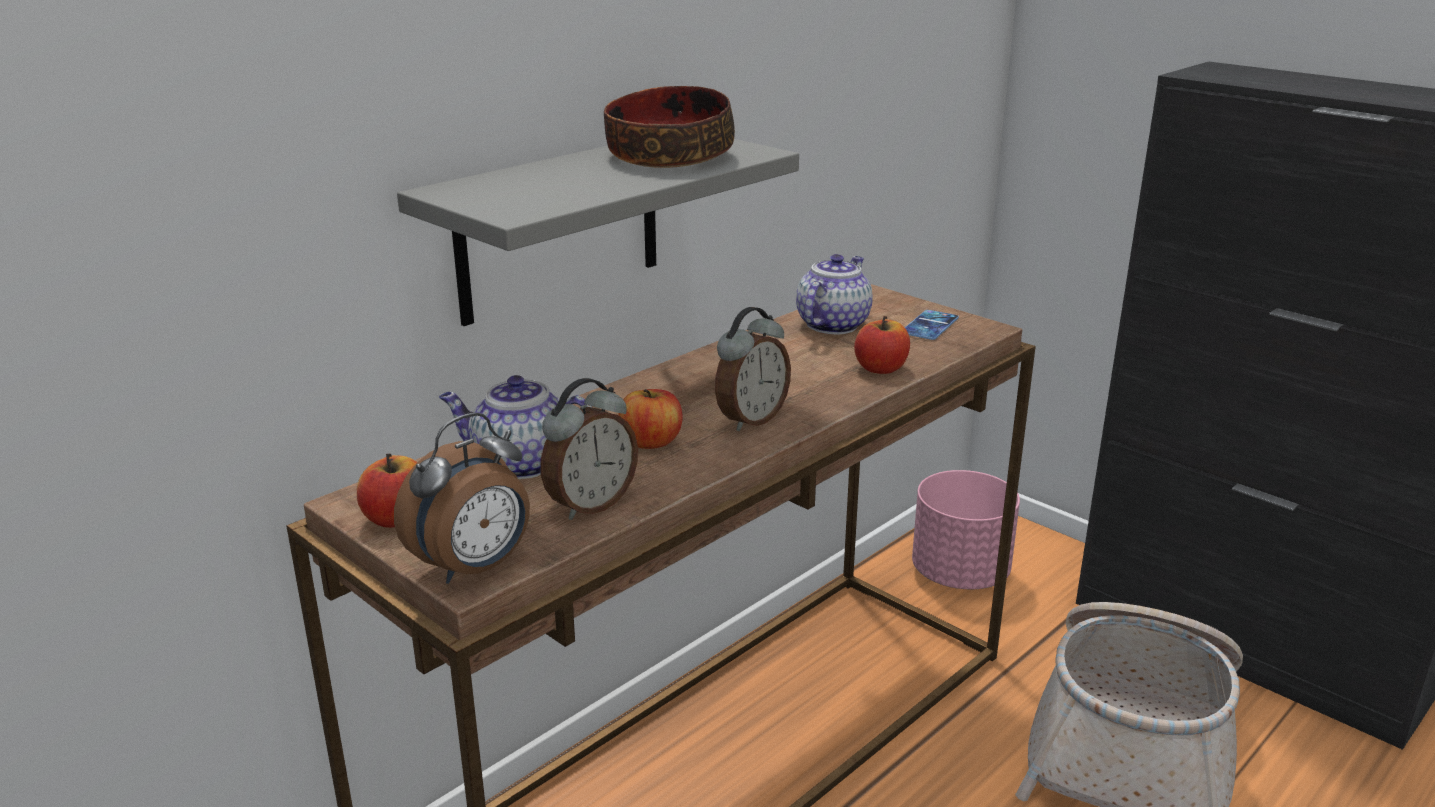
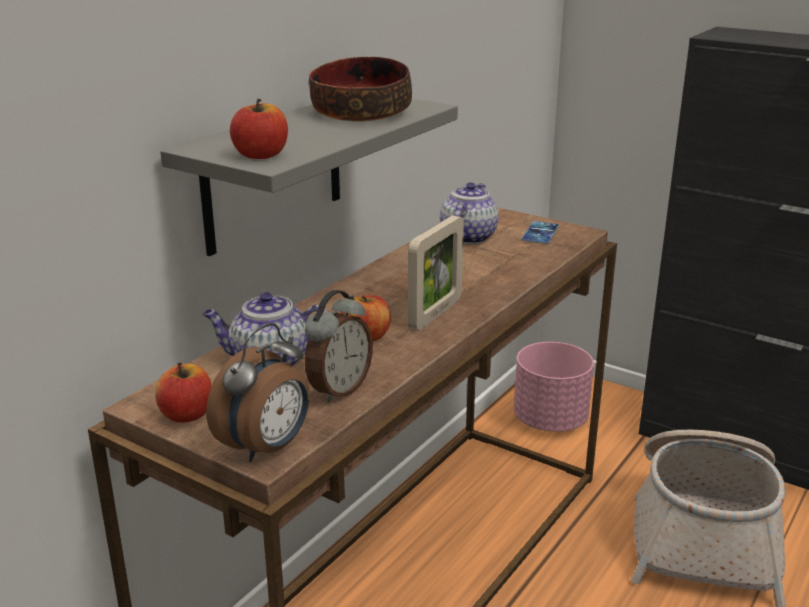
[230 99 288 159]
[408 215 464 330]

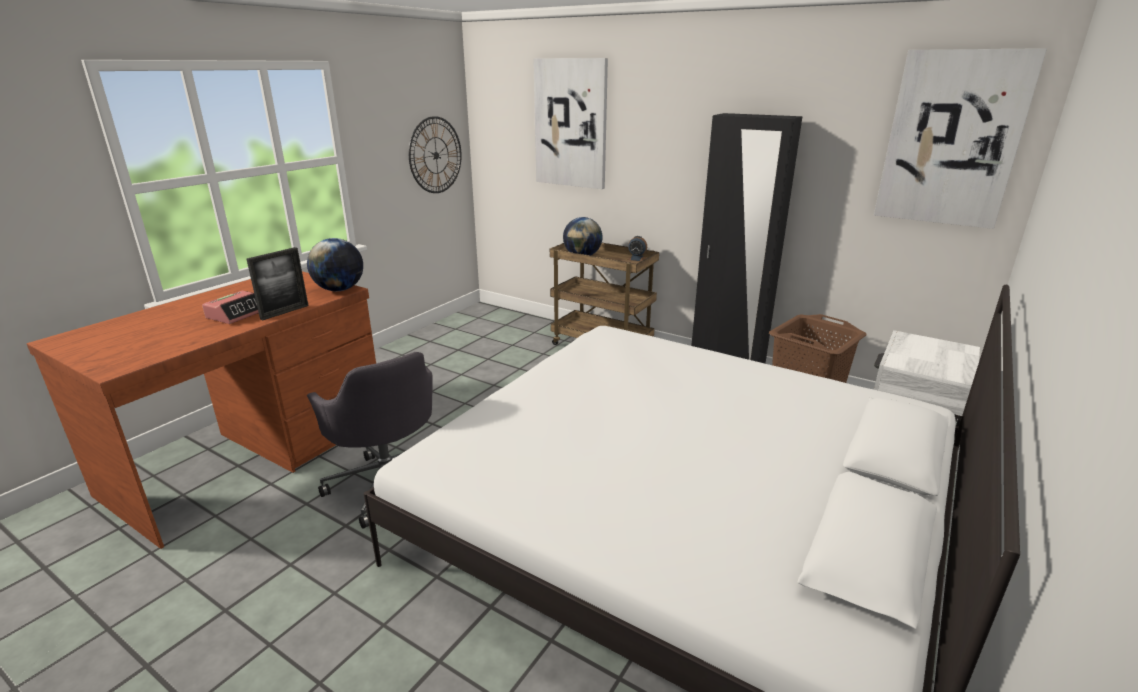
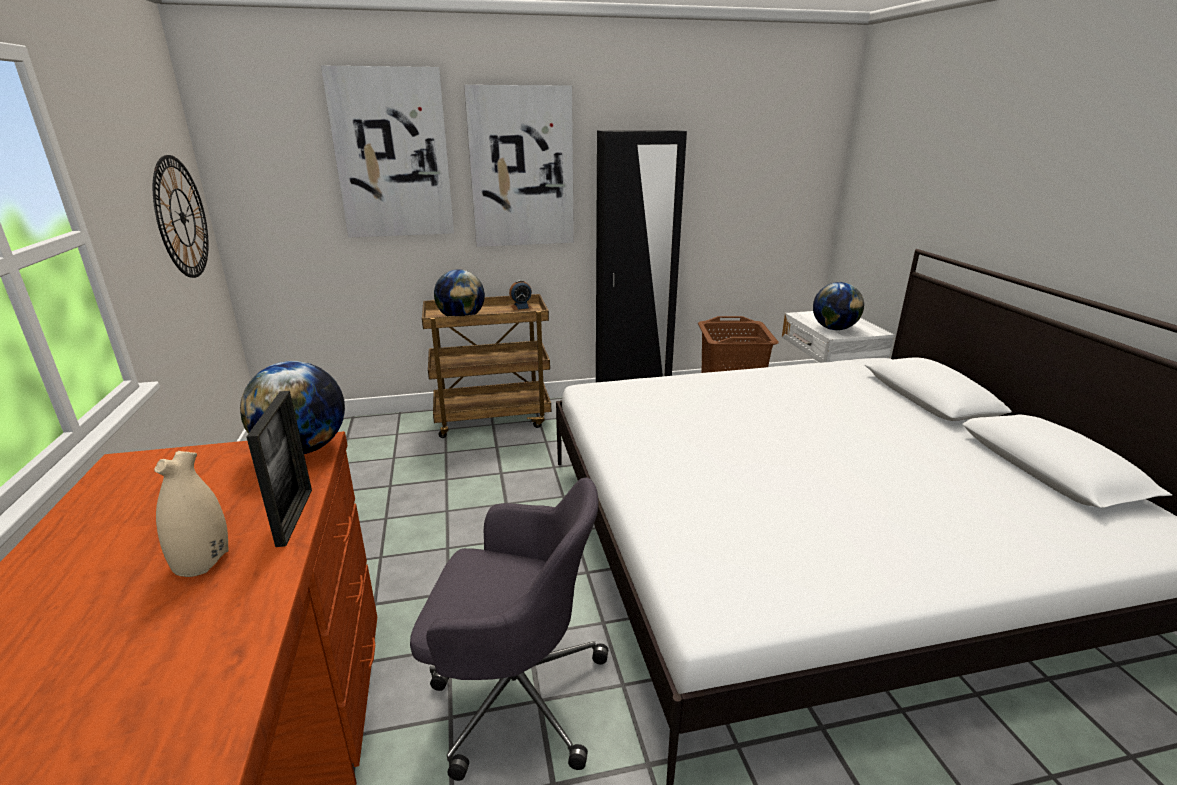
[813 282 864 330]
[464 85 574 247]
[154 451 228 577]

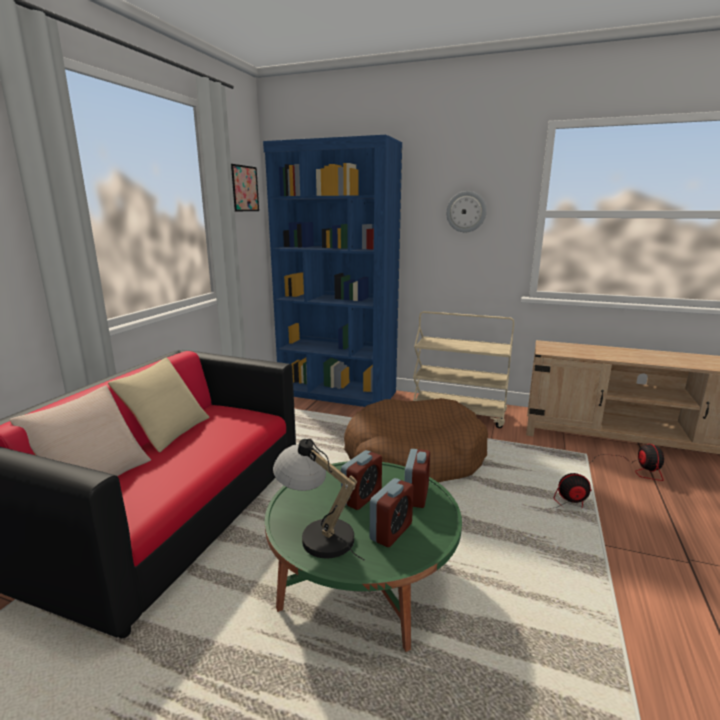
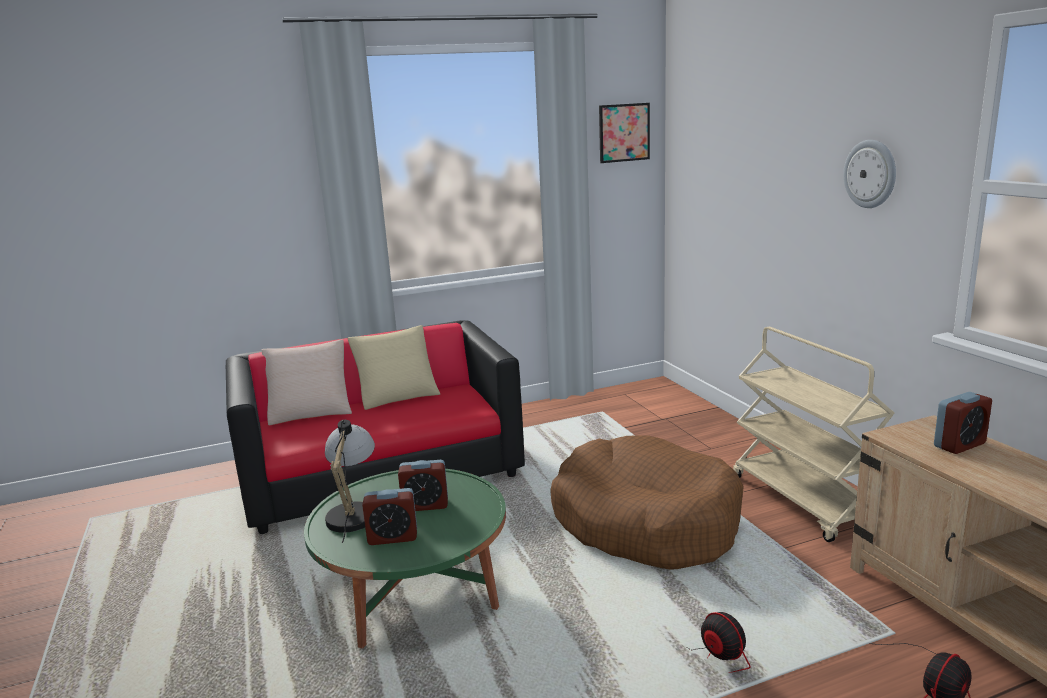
[263 135 402 407] (first image)
[934 392 992 454]

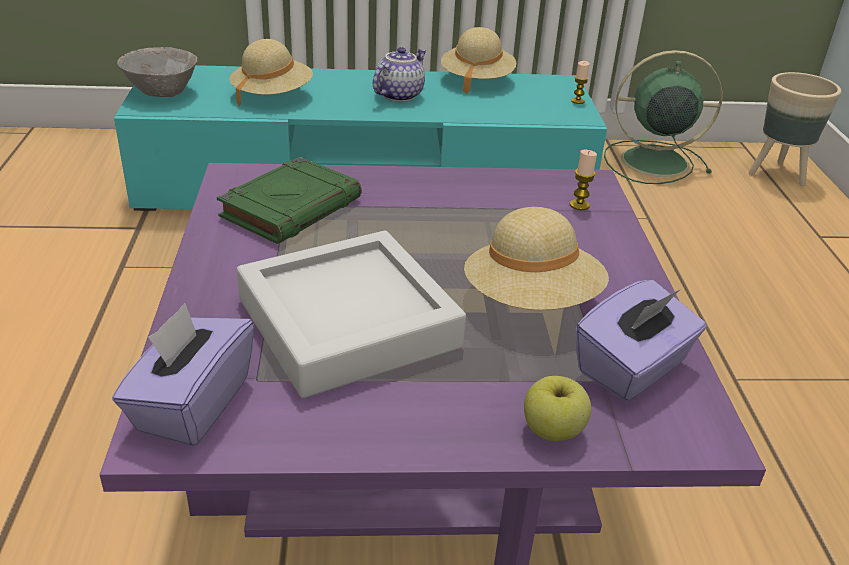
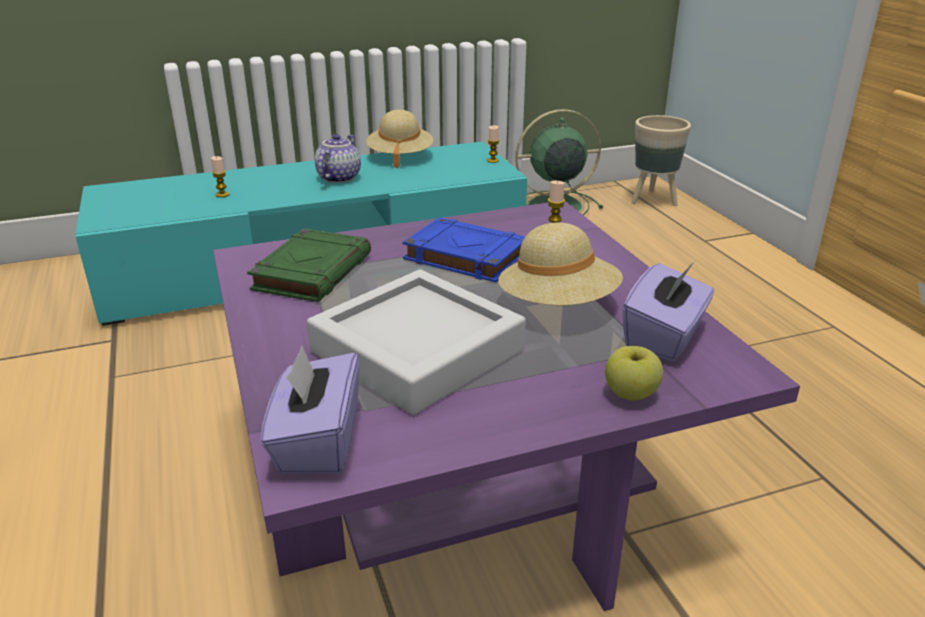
[117 47 197 97] (first image)
[402 217 526 283]
[211 156 229 197]

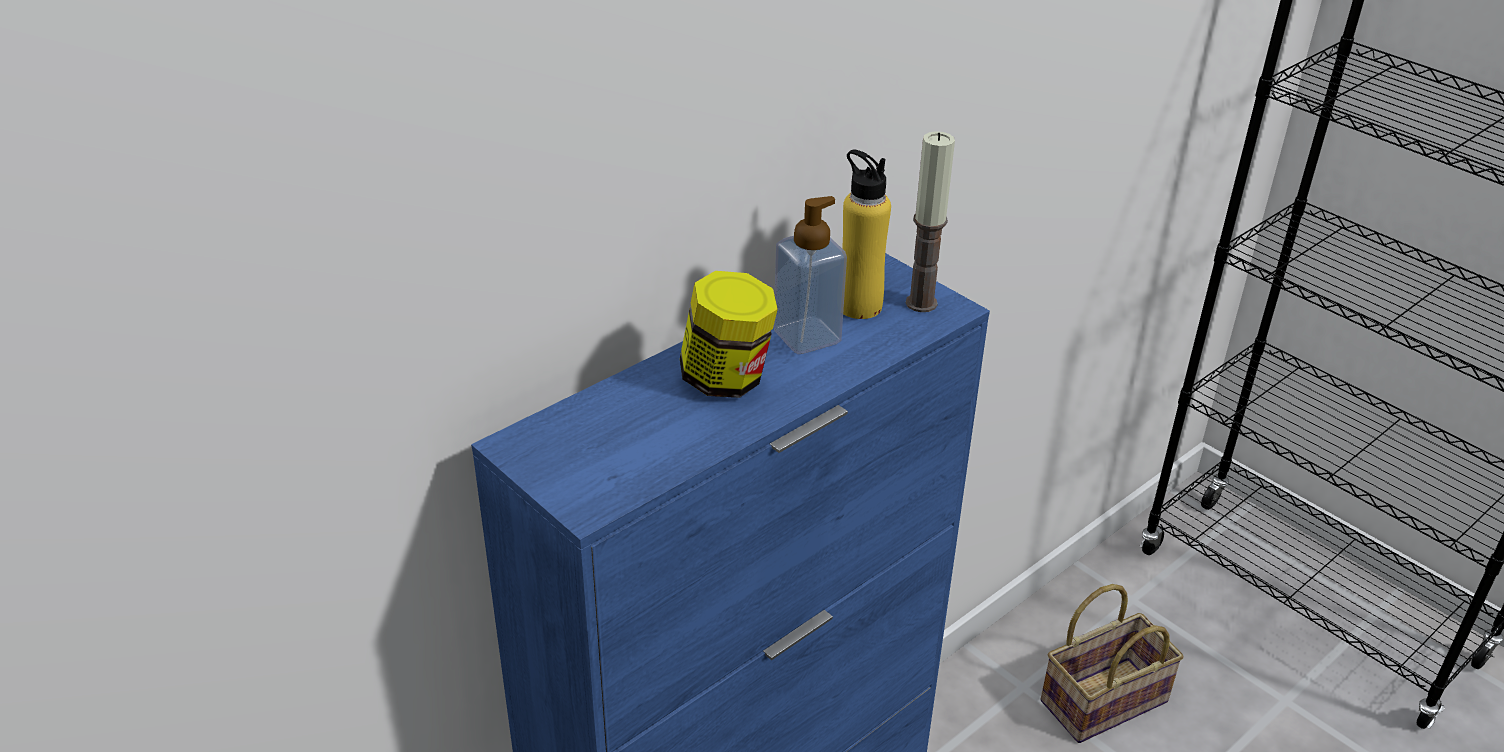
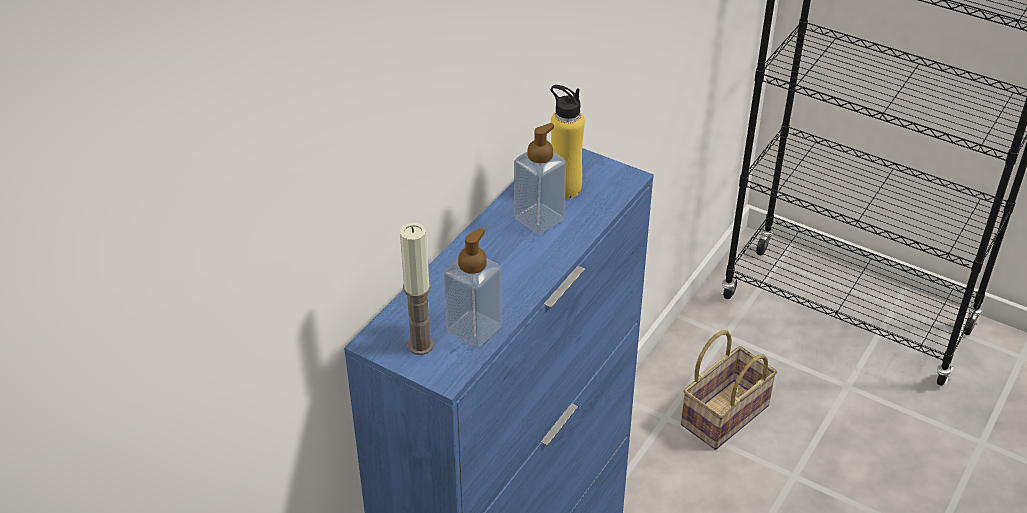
[680 271 778 398] (first image)
[444 228 502 347]
[400 223 434 355]

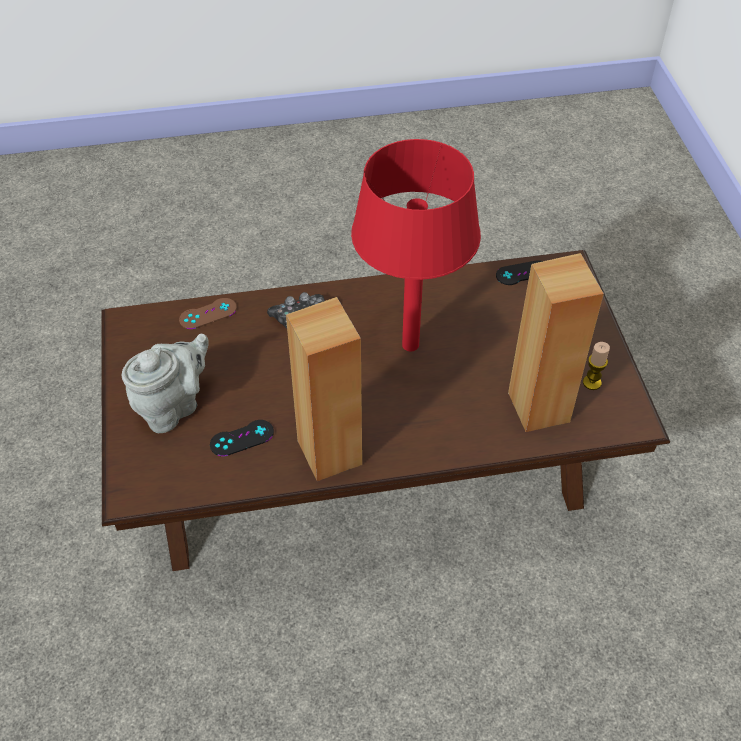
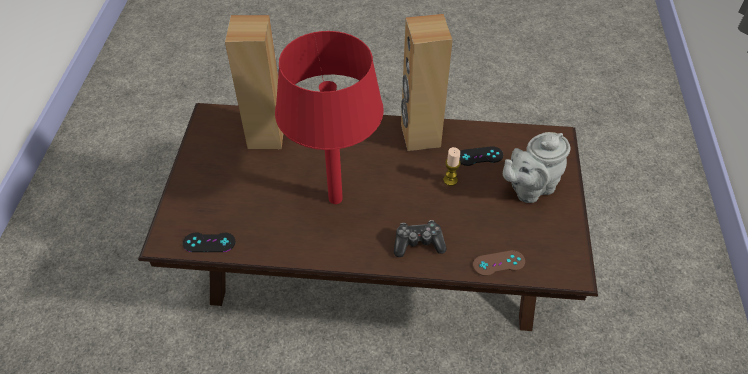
[443 147 460 186]

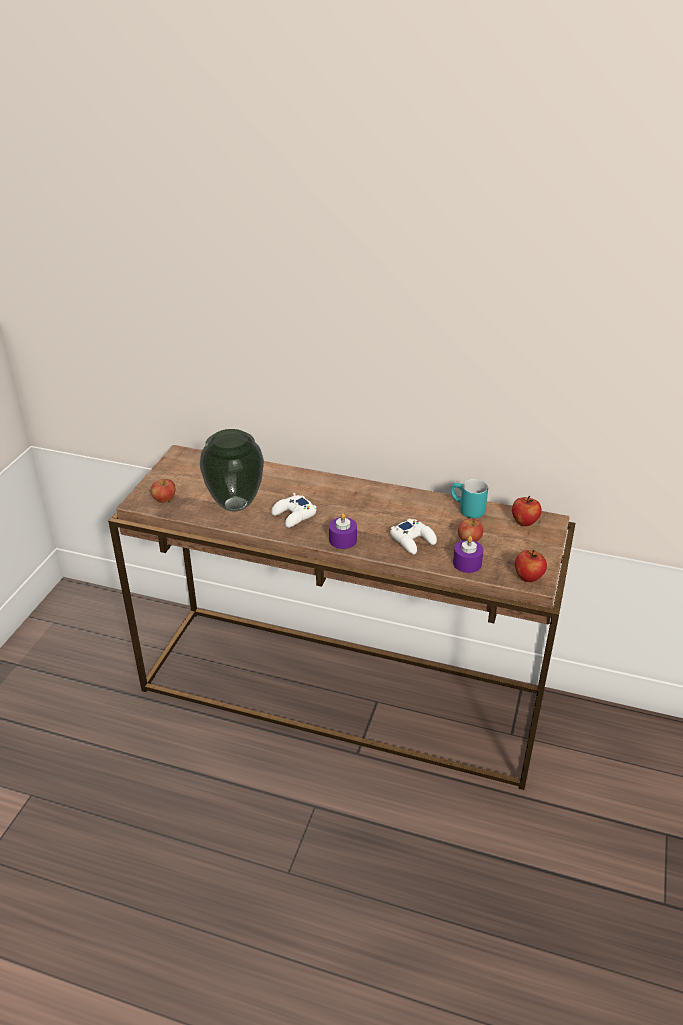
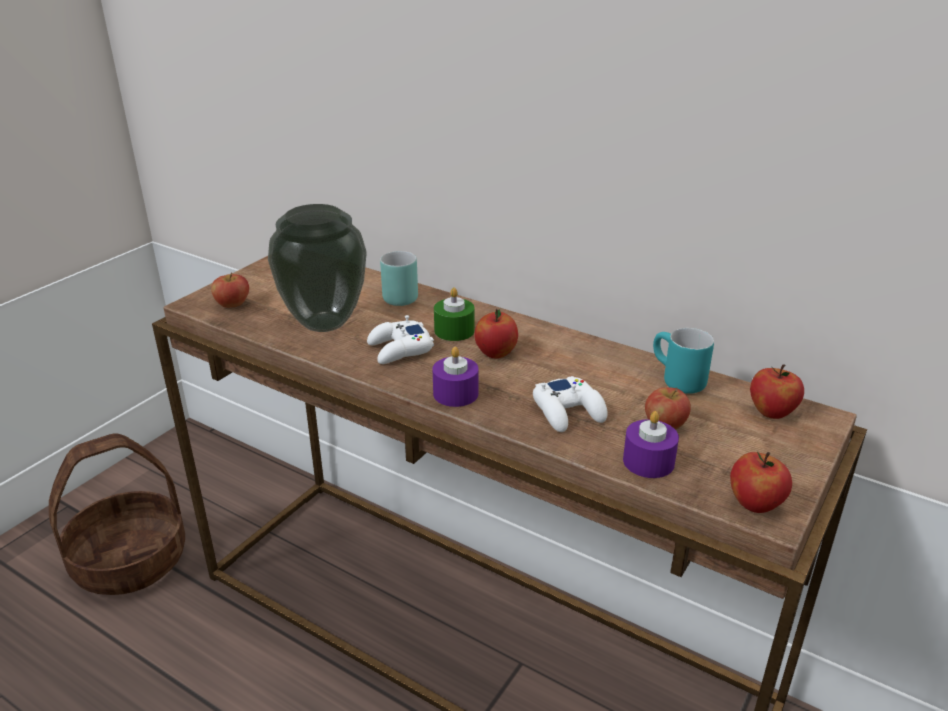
[49 434 185 595]
[380 251 418 306]
[434 287 475 341]
[475 309 518 359]

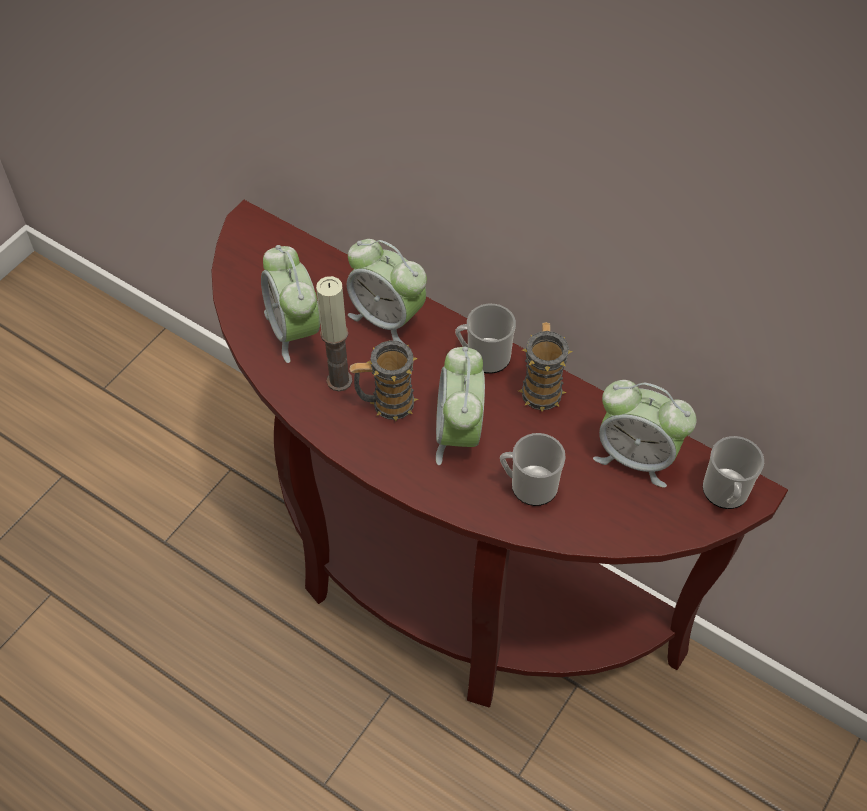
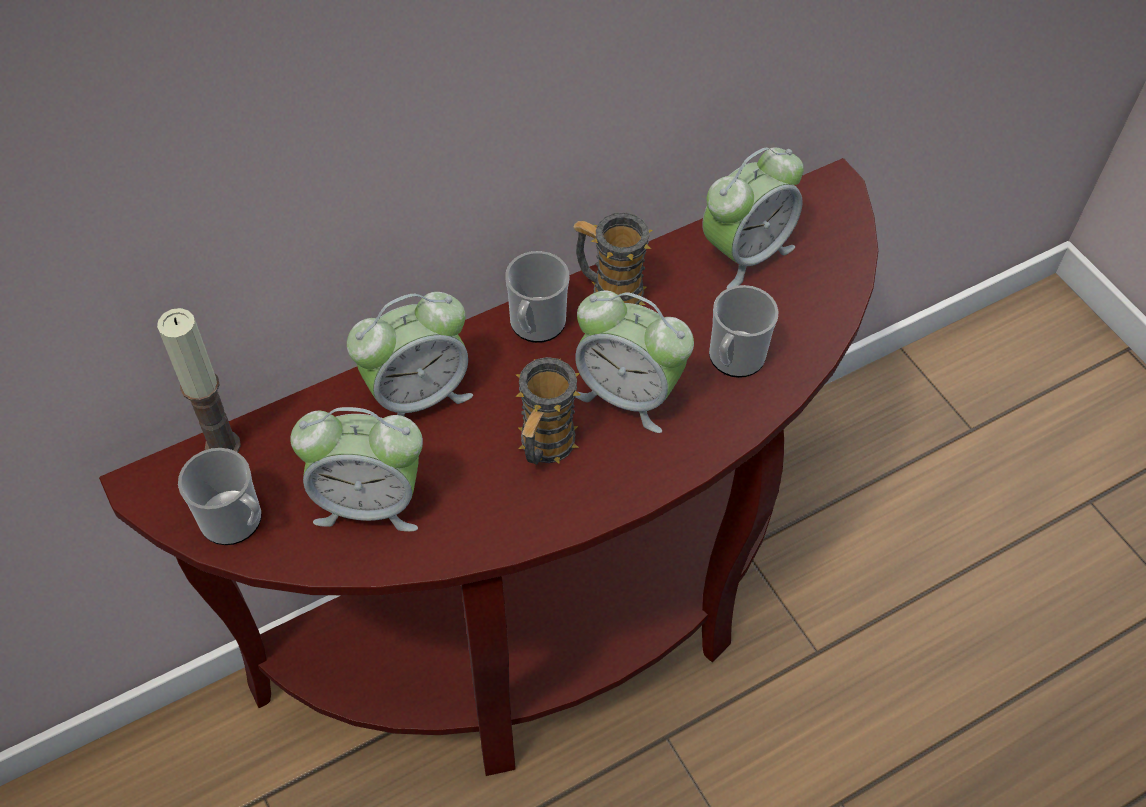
[157 308 241 452]
[178 448 262 545]

